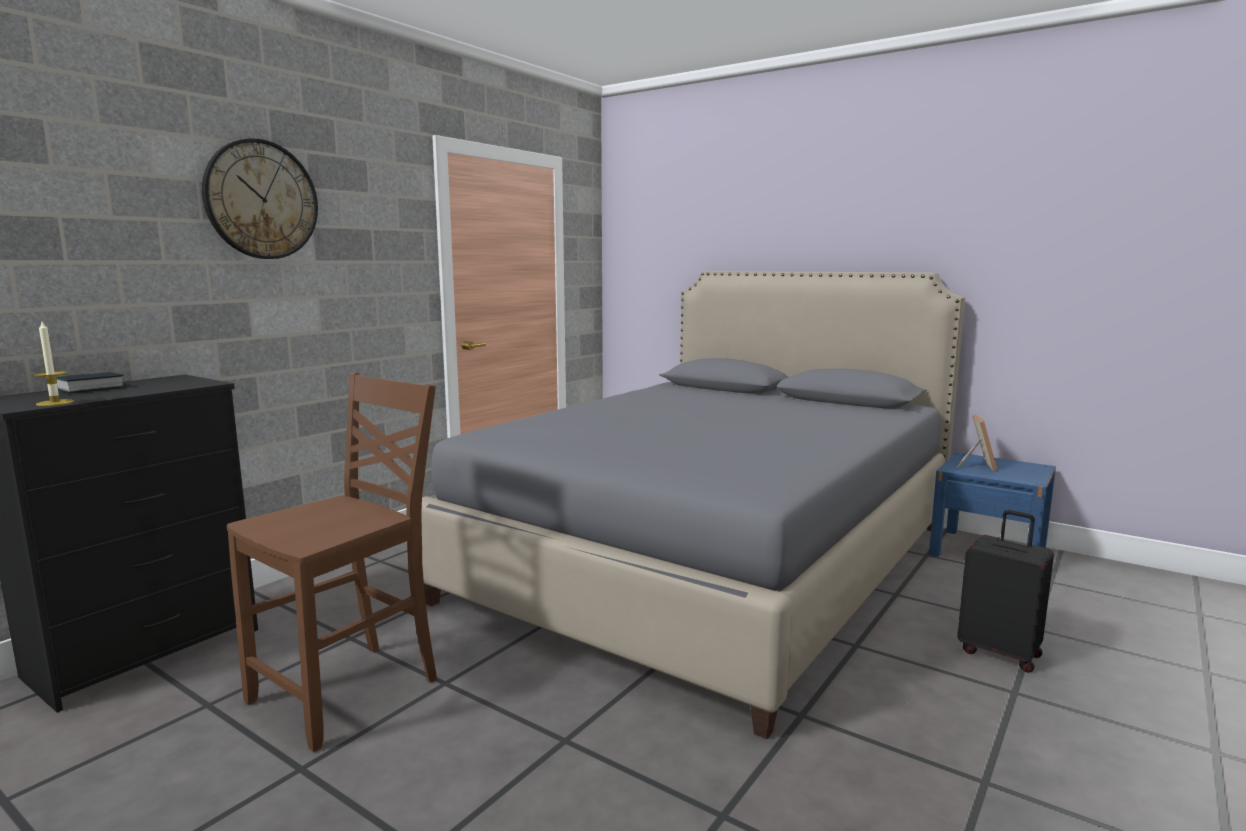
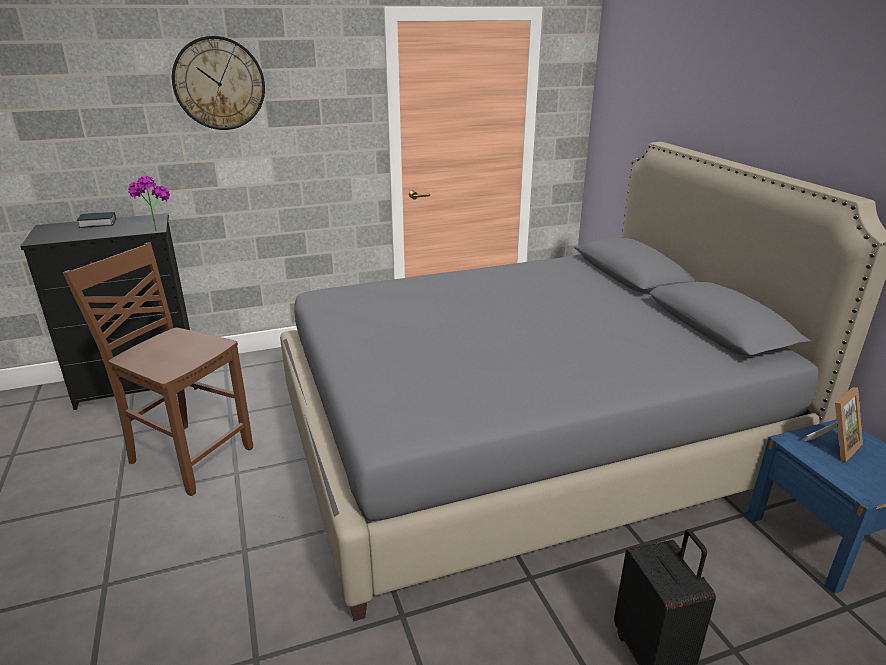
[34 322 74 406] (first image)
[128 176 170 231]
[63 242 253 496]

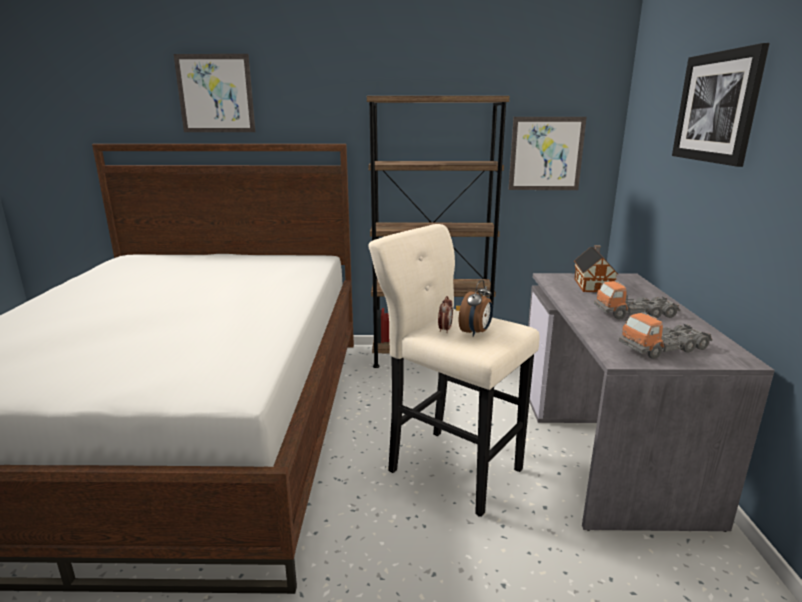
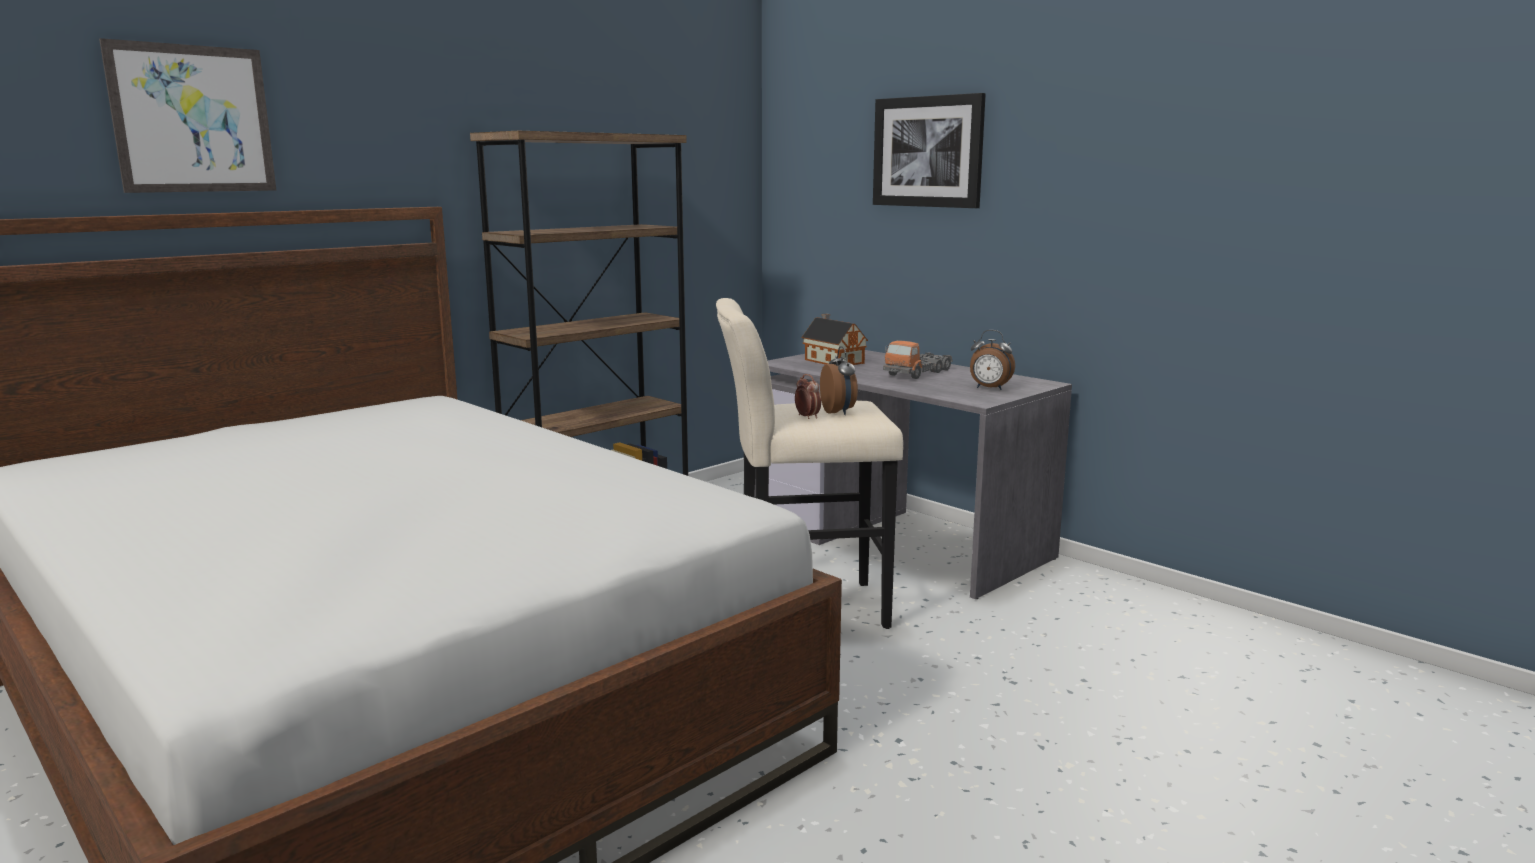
[508 117 587 190] (first image)
[970 330 1015 390]

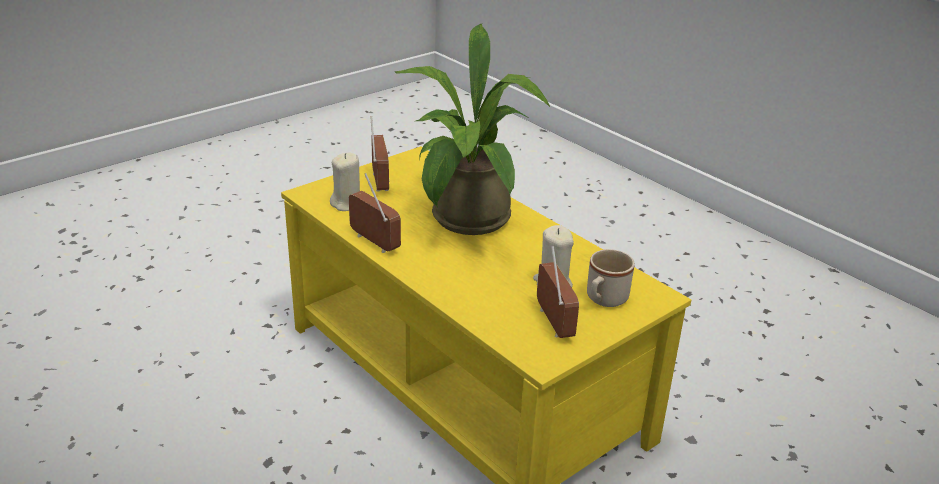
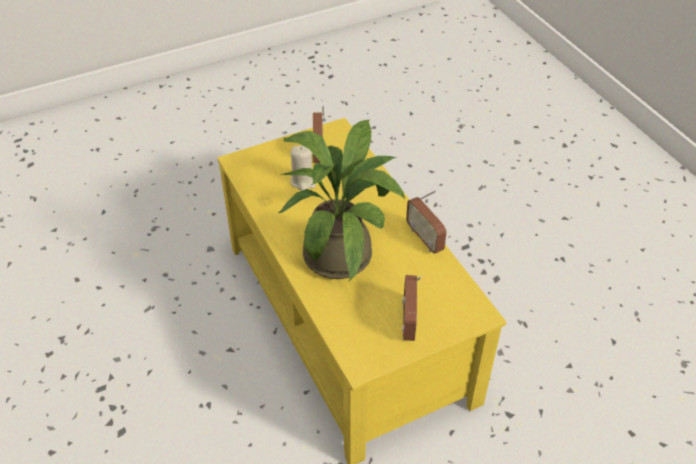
[330 153 360 211] (first image)
[587 249 635 307] (first image)

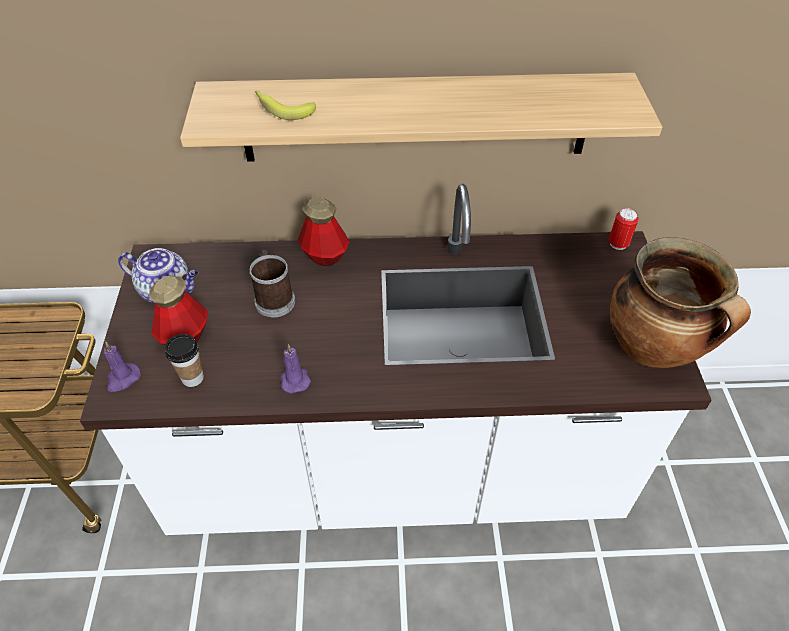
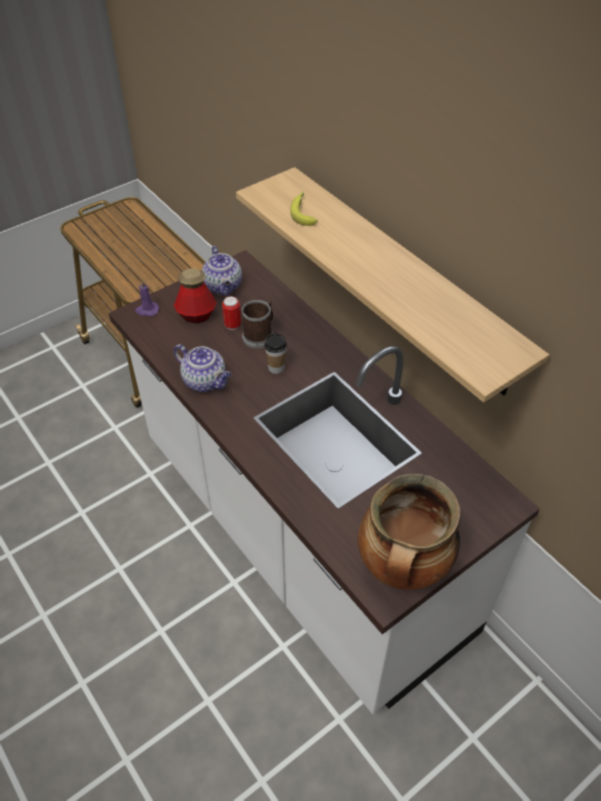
[297 198 350 266] (first image)
[264 333 287 374]
[222 296 241 330]
[174 344 232 392]

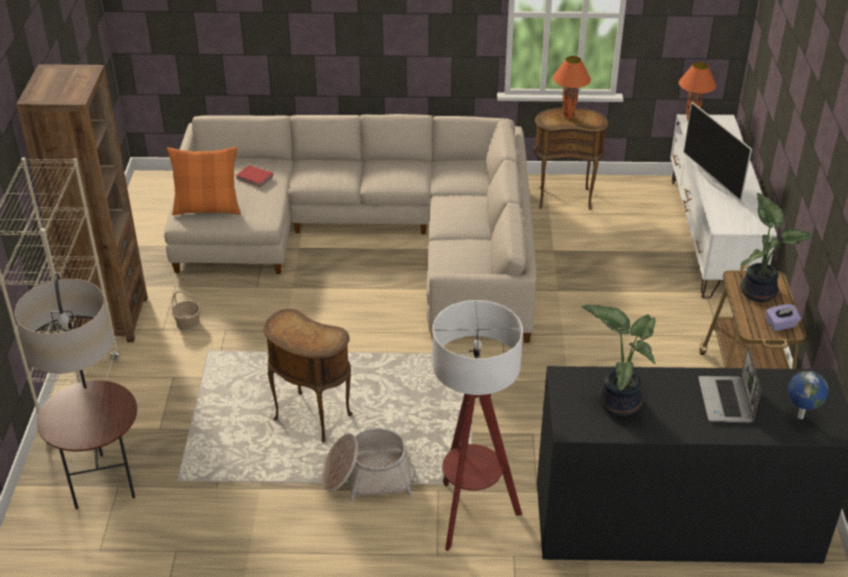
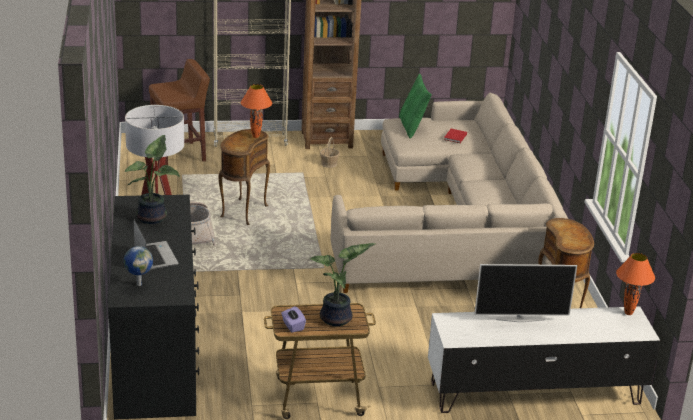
[241 84 272 138]
[149 59 210 165]
[399 74 432 139]
[474 264 577 322]
[134 220 179 270]

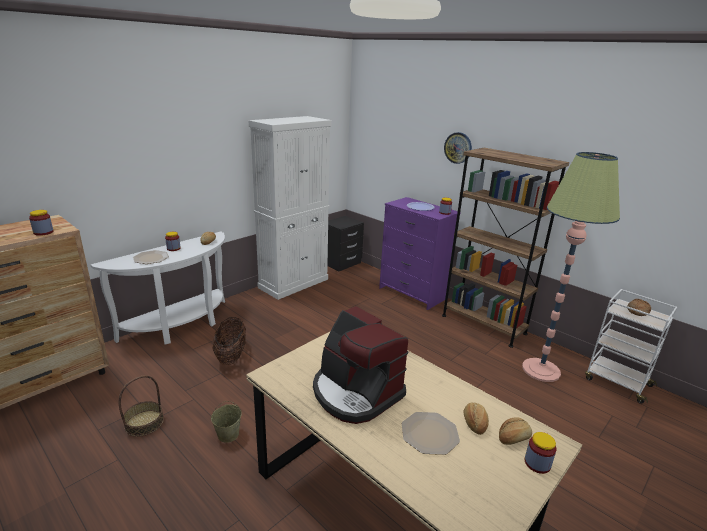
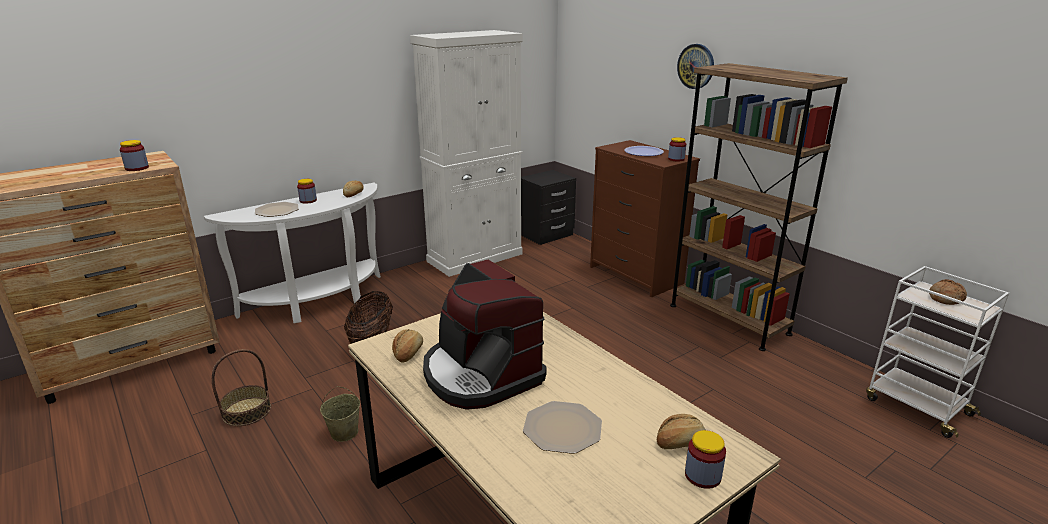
[522 152 620 382] (first image)
[392 329 423 363]
[590 140 700 297]

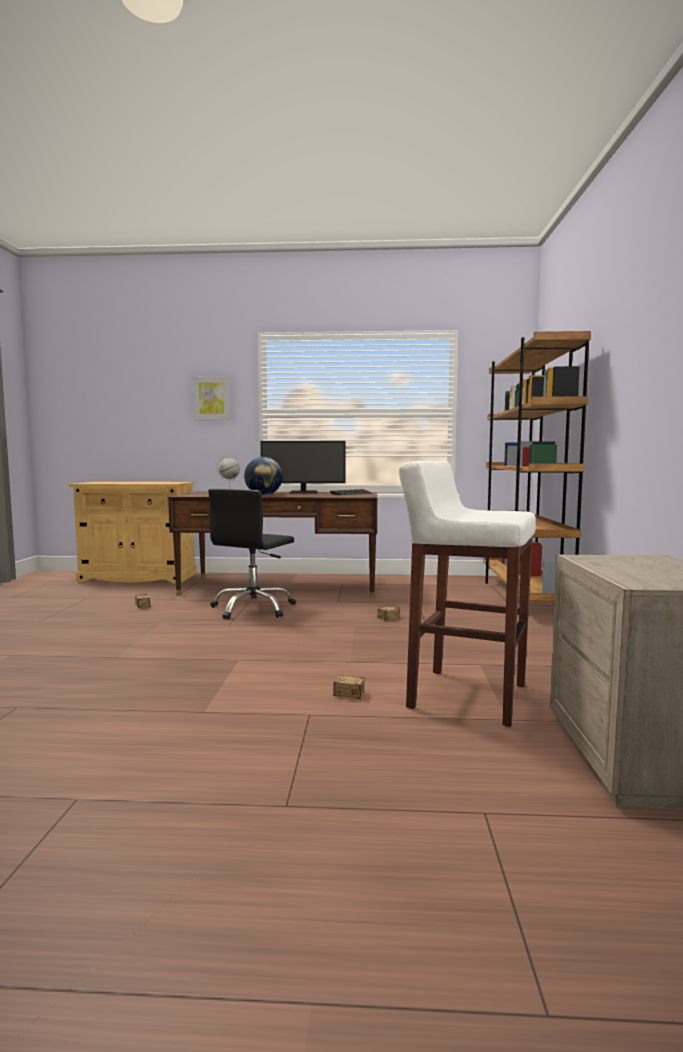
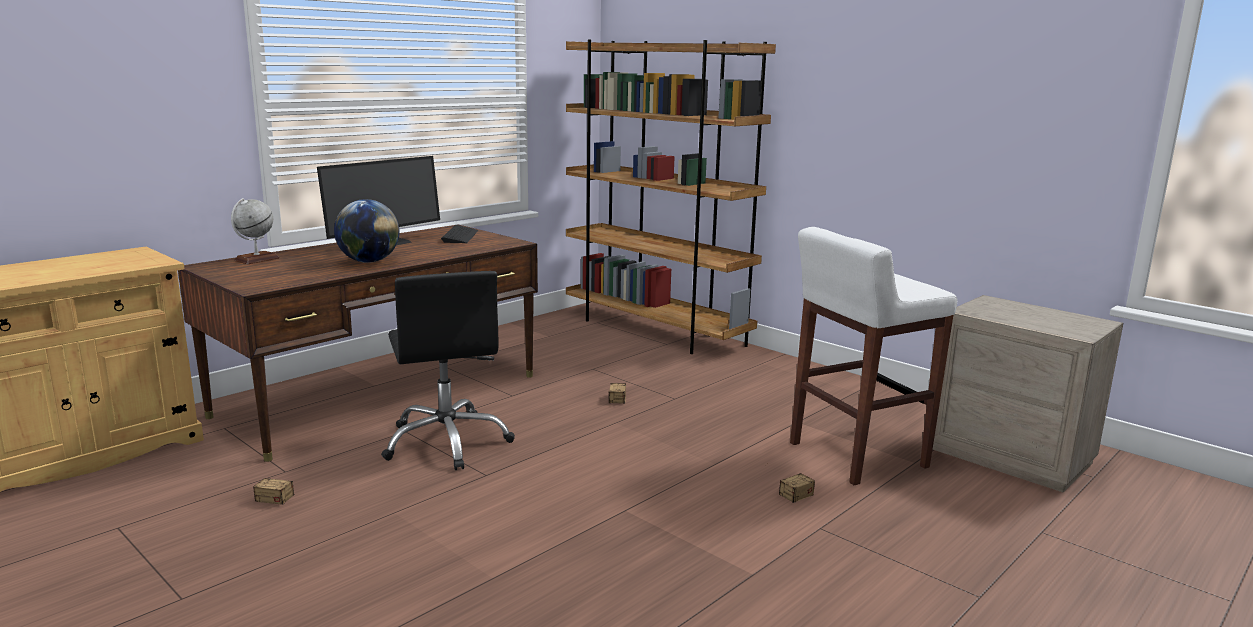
[192 376 231 420] (first image)

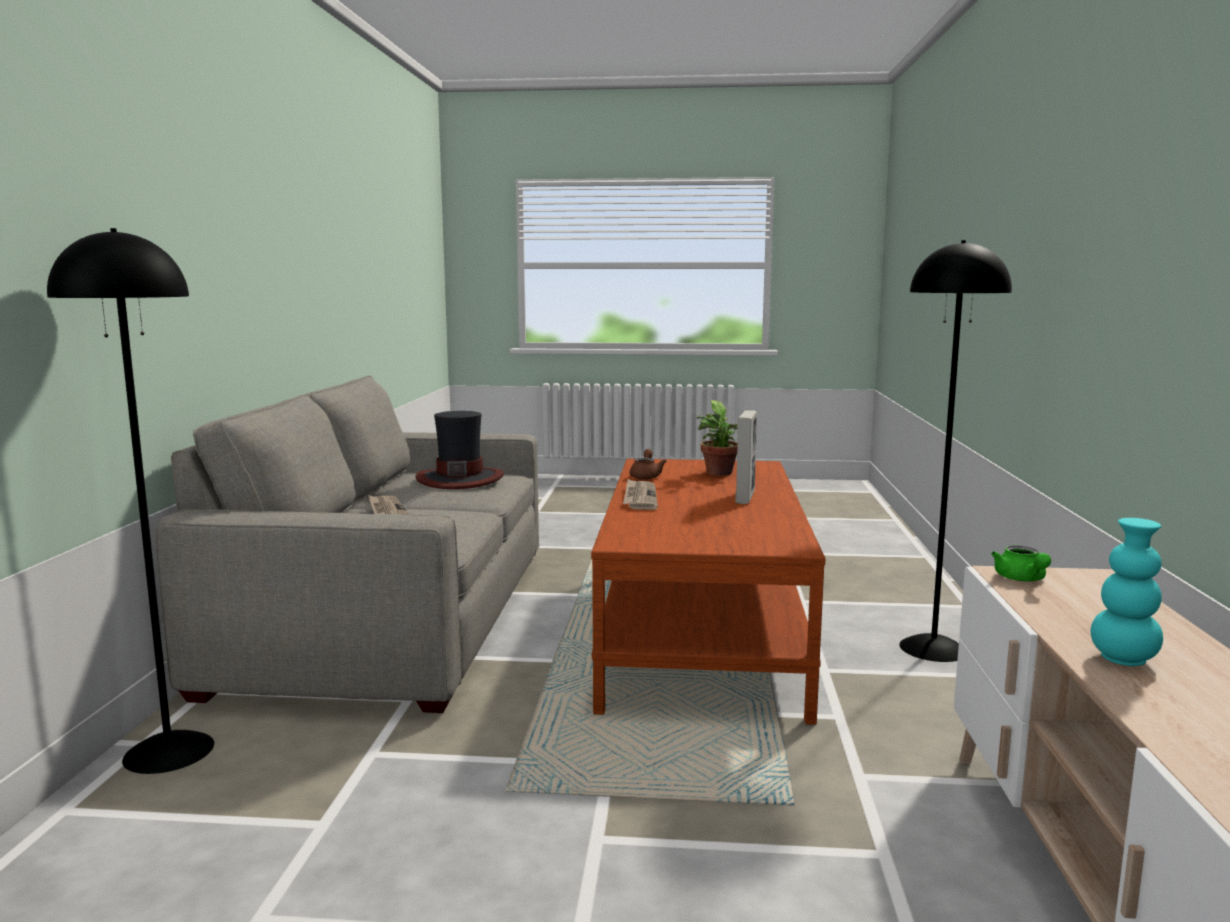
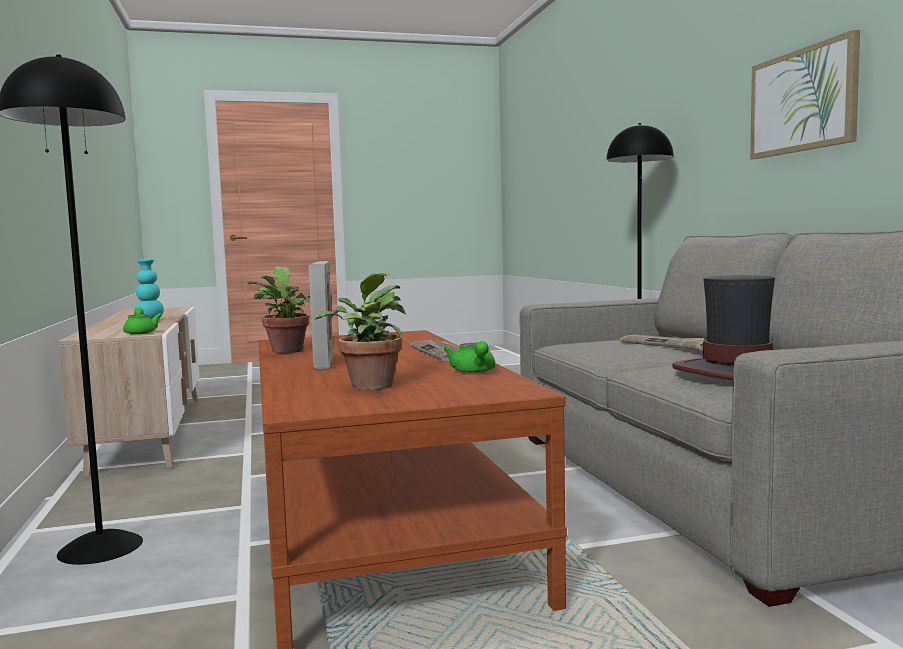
[248 267 310 353]
[750 30 860 159]
[444 341 495 373]

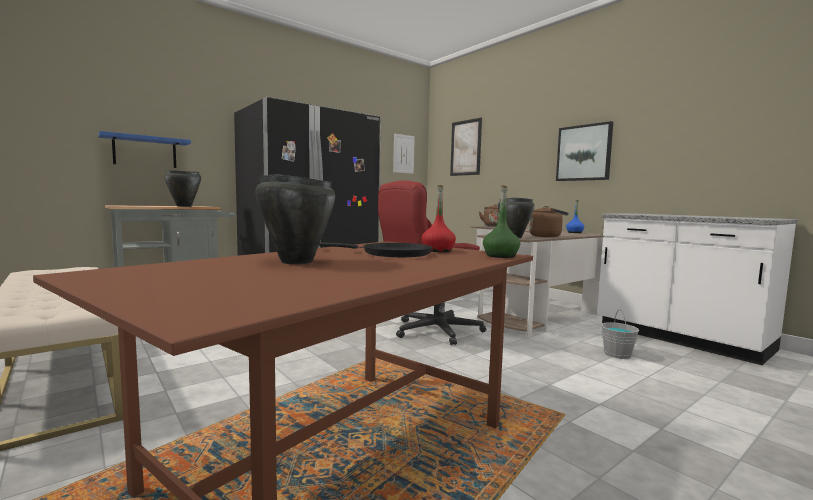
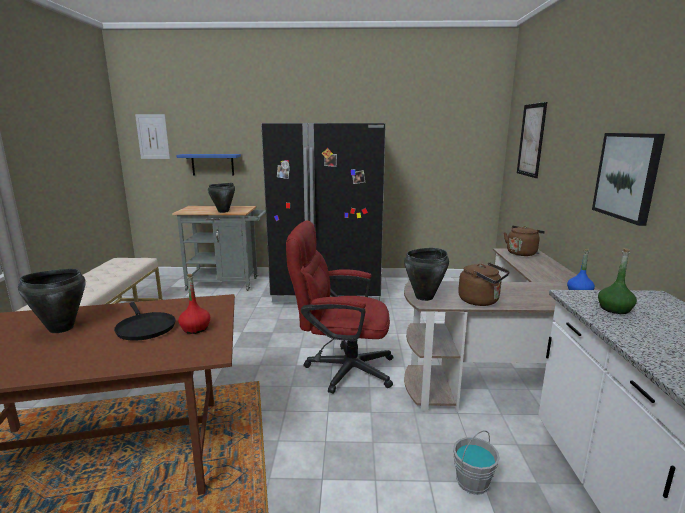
[135 114 170 159]
[598 248 637 314]

